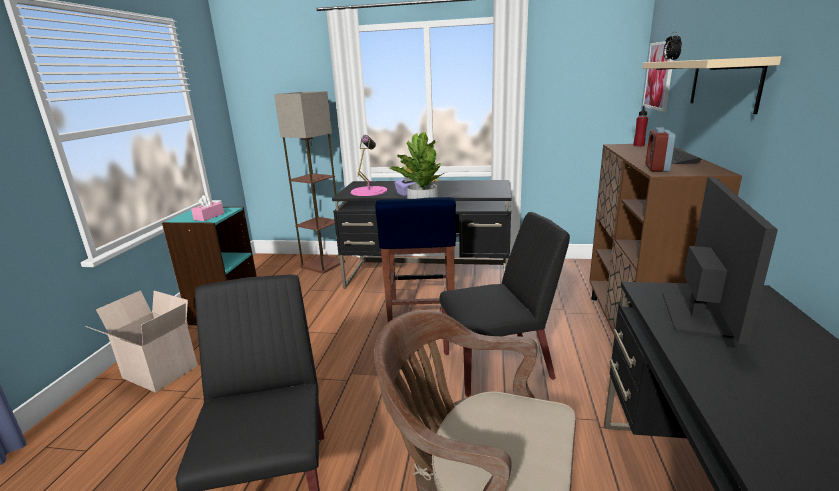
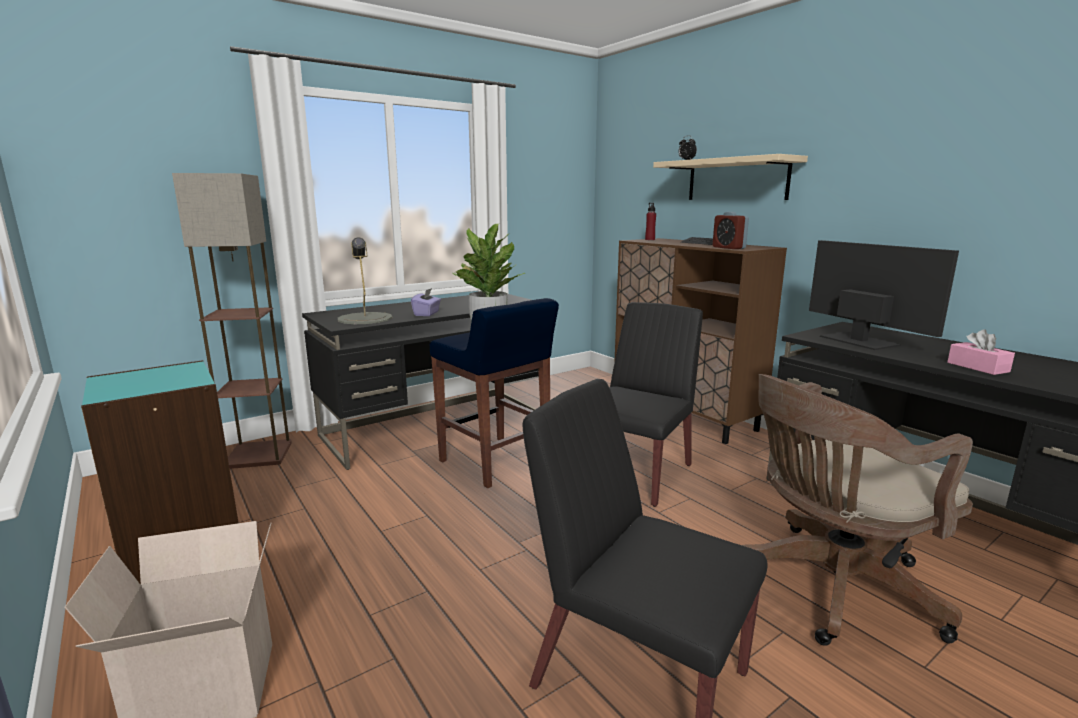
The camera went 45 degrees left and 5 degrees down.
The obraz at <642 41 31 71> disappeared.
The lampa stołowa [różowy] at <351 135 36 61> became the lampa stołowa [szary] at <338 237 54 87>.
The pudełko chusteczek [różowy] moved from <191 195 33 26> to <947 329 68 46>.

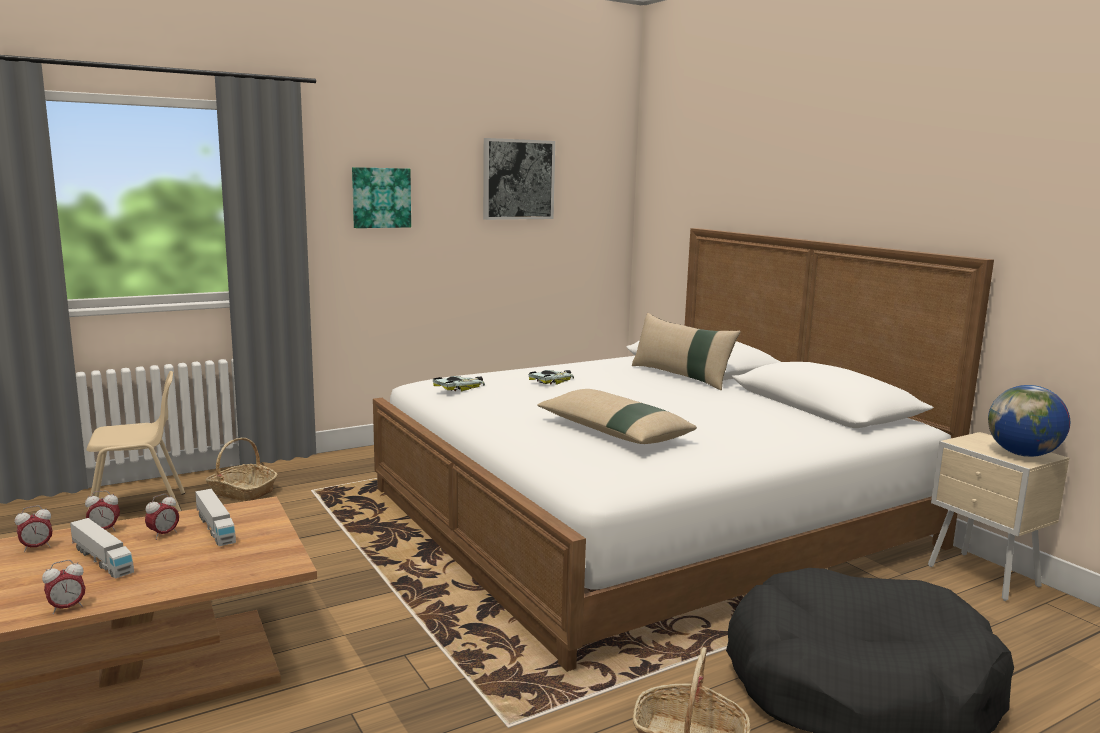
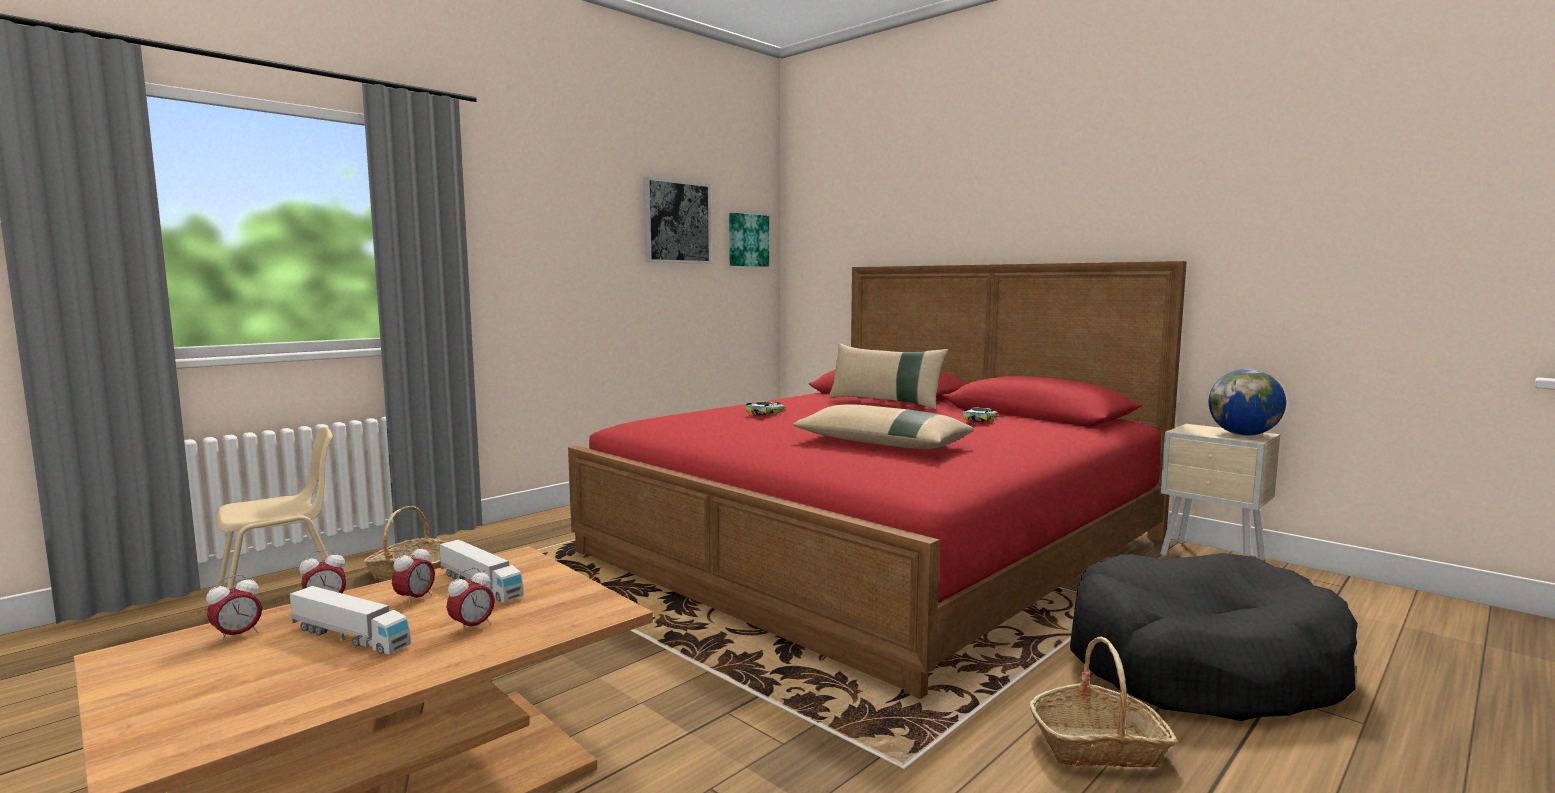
The camera went 15 degrees left and 5 degrees down.
The obraz moved from <352 167 59 61> to <729 213 40 54>.
The łóżko [biały] at <373 228 621 444> became the łóżko [czerwony] at <568 261 619 438>.
The samochodzik moved from <433 376 52 16> to <962 407 40 15>.
The budzik moved from <42 560 44 54> to <446 567 49 68>.

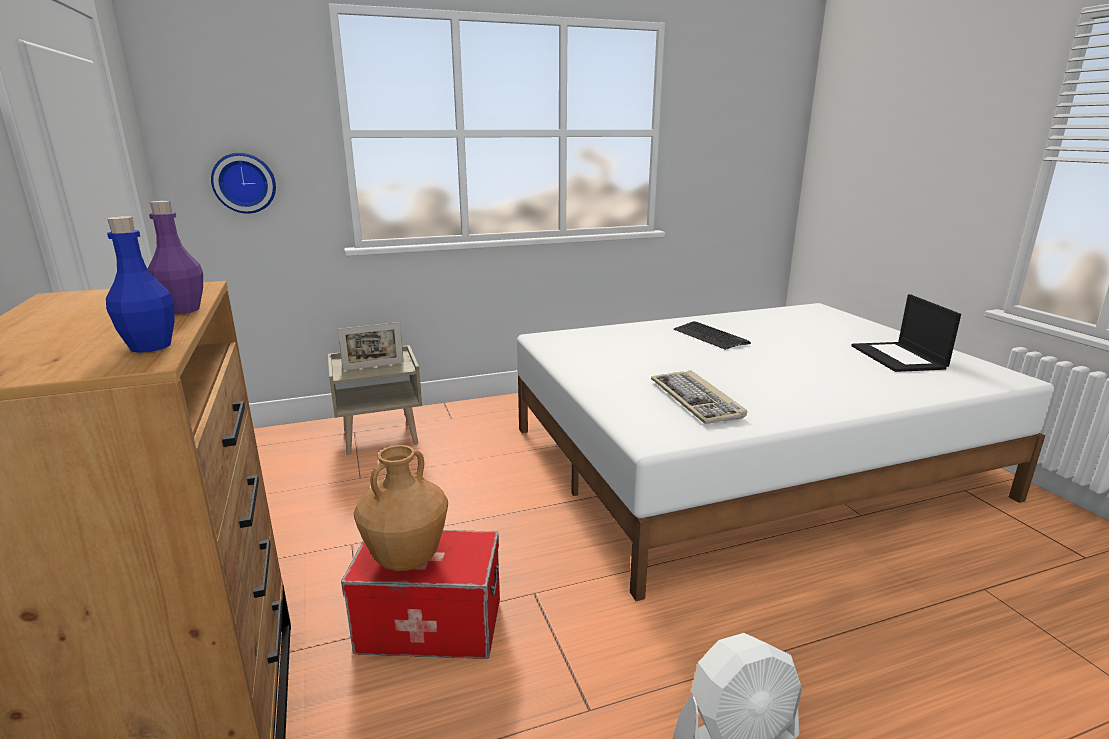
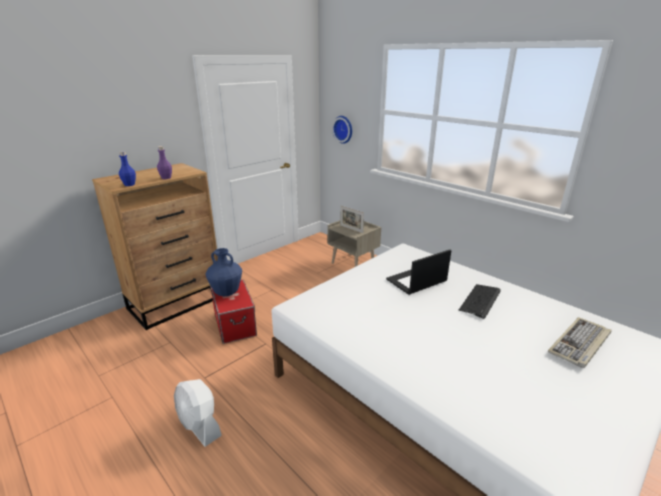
The camera went 65 degrees right and 5 degrees up.
The laptop moved from <852 294 109 78> to <386 250 65 45>.
The klawiatura moved from <651 370 96 54> to <548 317 64 51>.
The wazon [brązowy] at <353 445 95 126> became the wazon [niebieski] at <206 248 36 48>.

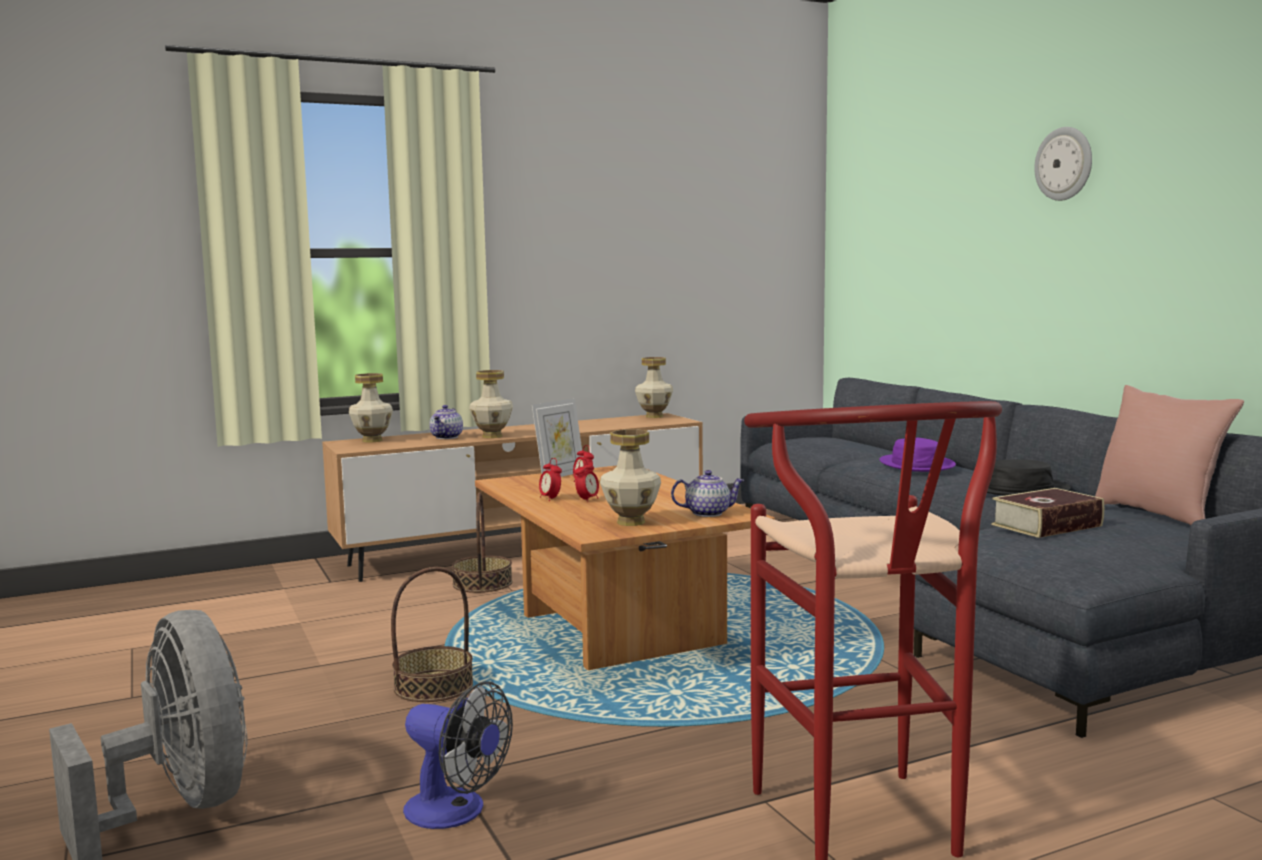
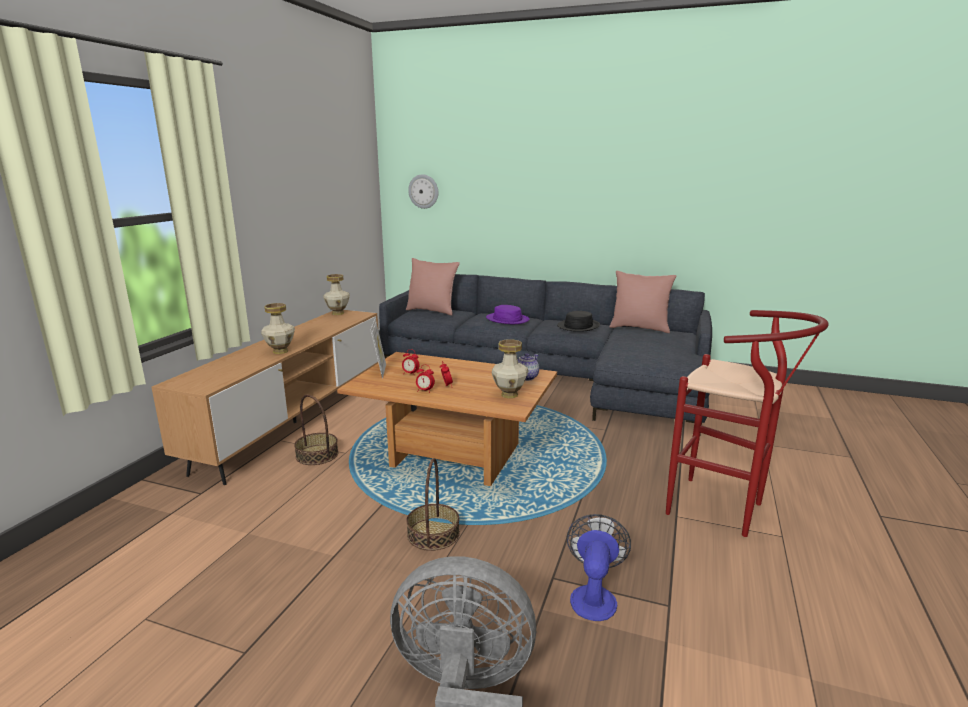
The camera went 45 degrees left and 10 degrees up.
The zegar ścienny moved from <1034 127 58 74> to <408 174 30 35>.
The wazon at <349 373 44 69> disappeared.
The imbryk at <429 405 34 34> disappeared.
The książka at <992 488 112 50> disappeared.
The wentylator at <403 681 110 148> turned 60 degrees counterclockwise.
The poduszka [różowy] at <406 258 54 58> appeared.

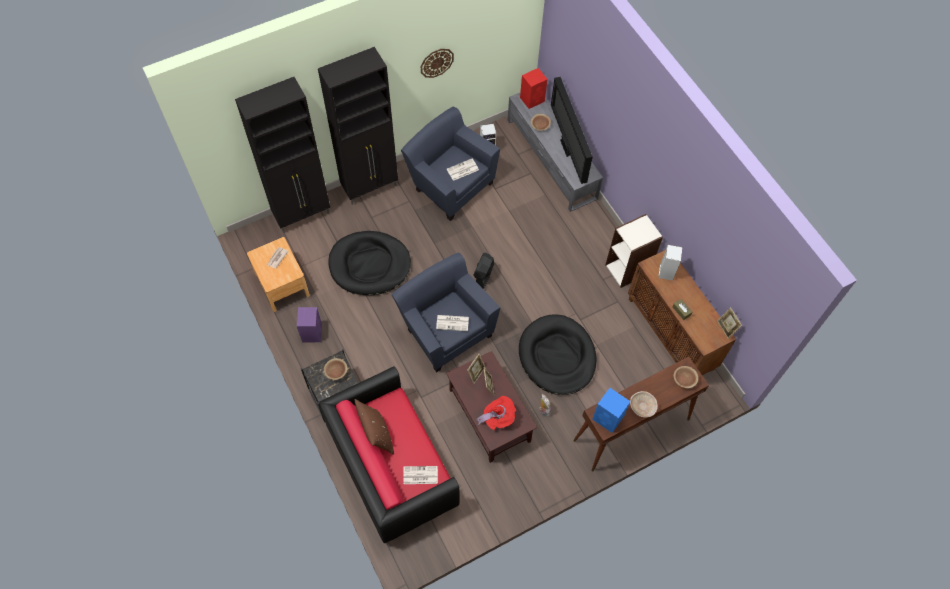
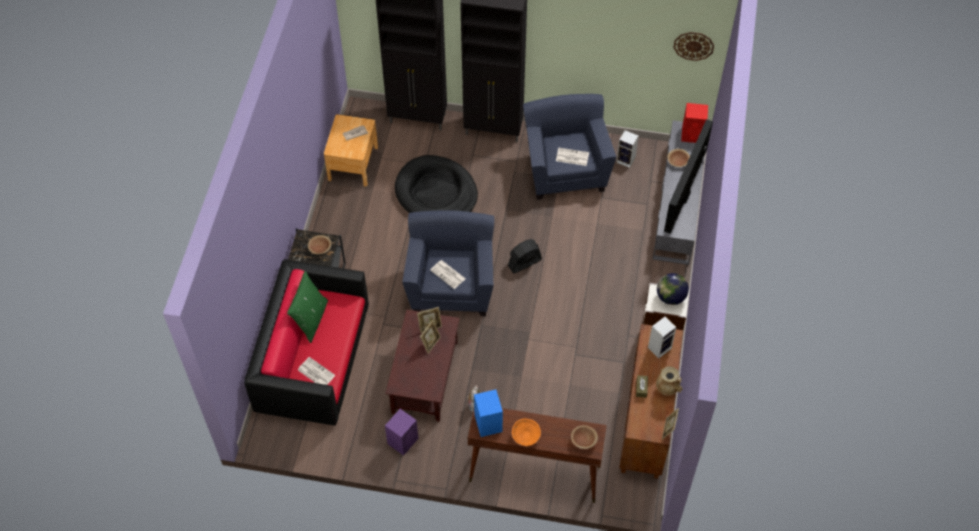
The camera went 40 degrees right and 5 degrees down.
The zegar ścienny moved from <421 49 33 29> to <673 32 41 29>.
The głośnik [fioletowy] moved from <297 307 25 36> to <385 409 33 47>.
The legowisko [czarny] at <519 314 78 81> disappeared.
The miska [beżowy] at <630 391 28 27> became the miska [pomarańczowy] at <512 419 29 27>.
The kapelusz [czerwony] at <476 396 40 34> disappeared.
The poduszka [brązowy] at <355 399 39 56> became the poduszka [zielony] at <287 271 41 72>.
The globus at <657 273 32 32> appeared.
The wazon [beżowy] at <656 366 27 30> appeared.

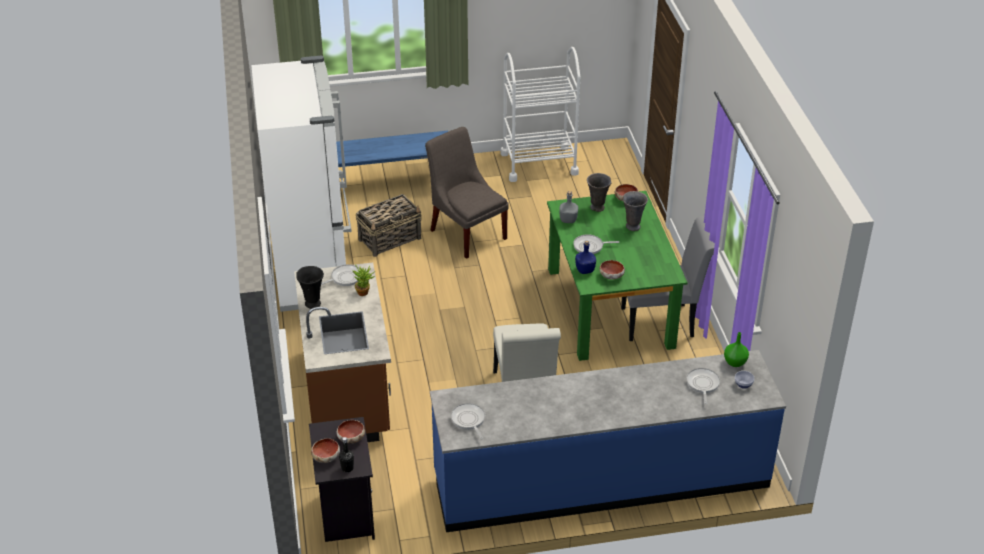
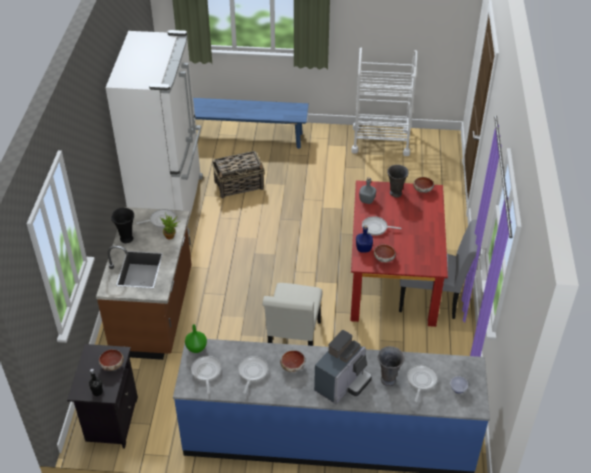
The camera went 15 degrees right and 5 degrees up.
The krzesło [szary] at <425 127 84 132> disappeared.
The stół jadalny [zielony] at <547 191 141 170> became the stół jadalny [czerwony] at <350 180 98 147>.
The wazon [szary] moved from <623 191 25 40> to <378 346 27 40>.
The wazon [zielony] moved from <724 332 25 35> to <185 324 22 29>.
The miska moved from <311 438 29 25> to <280 350 25 22>.
The ekspres do kawy at <314 330 58 75> appeared.
The patelnia at <238 356 30 38> appeared.

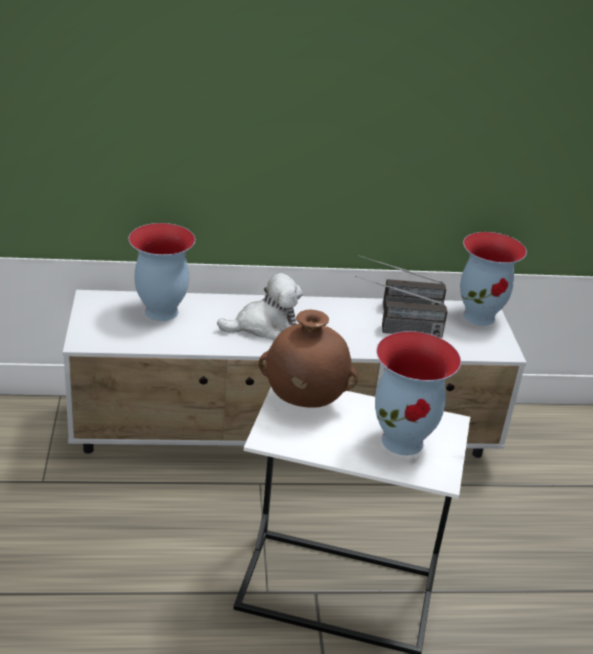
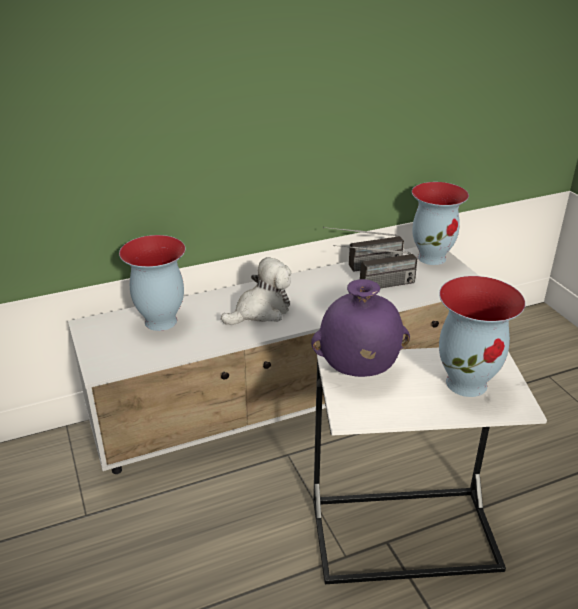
The camera went 15 degrees left and 0 degrees up.
The wazon [brązowy] at <258 310 100 98> became the wazon [fioletowy] at <311 279 99 98>.

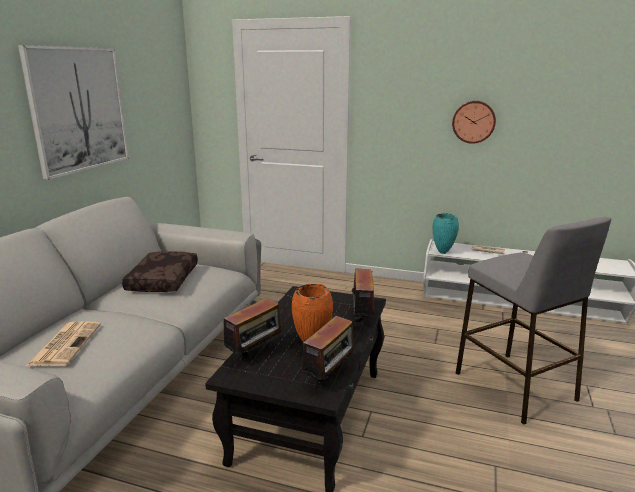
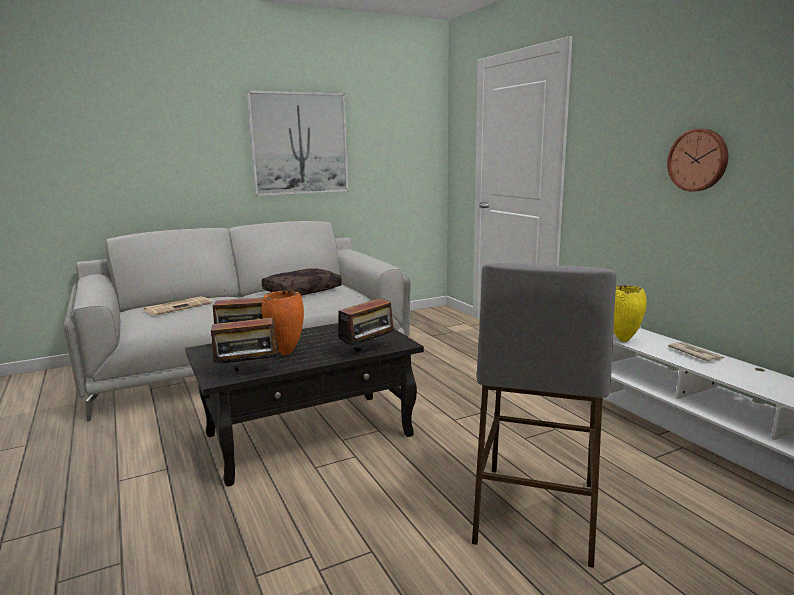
The camera went 45 degrees right and 5 degrees down.
The wazon [turkusowy] at <433 213 26 41> became the wazon [żółty] at <614 285 33 57>.

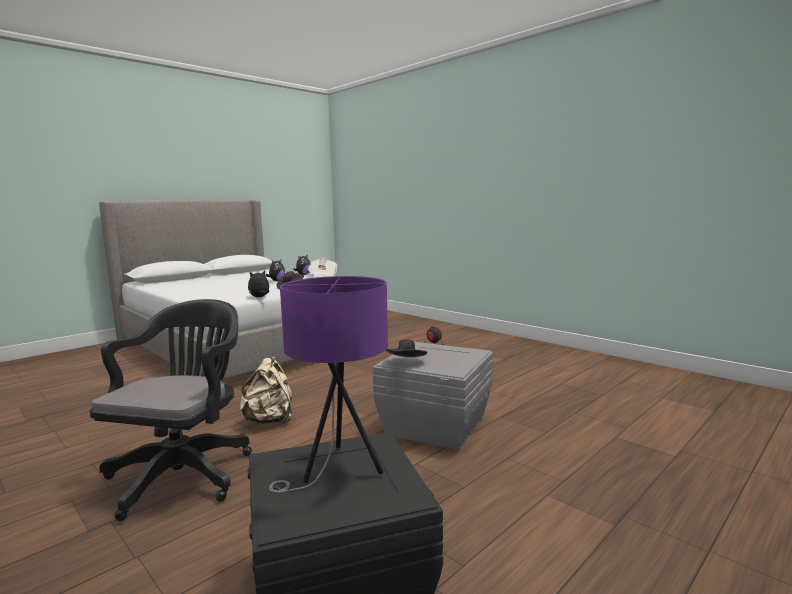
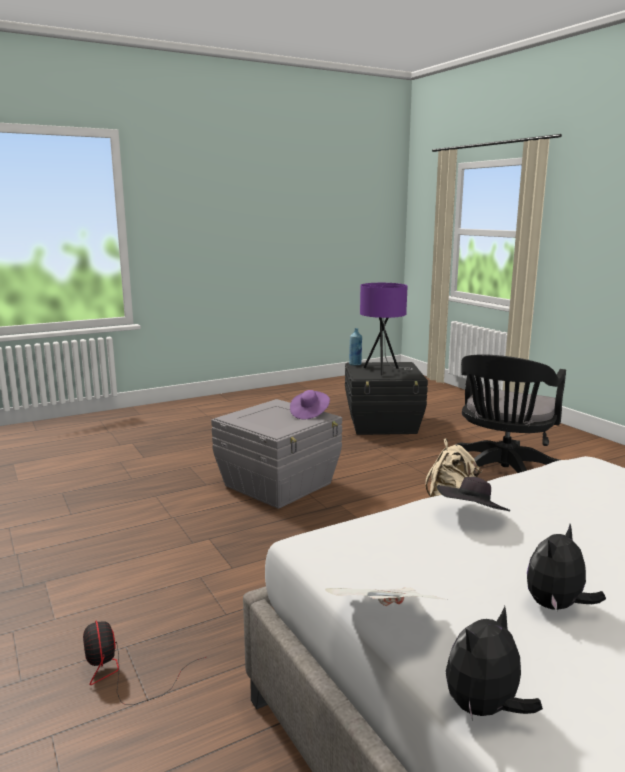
The camera went 165 degrees left and 5 degrees up.
The pluszak at <248 270 21 27> disappeared.
The kapelusz [czarny] at <385 339 42 18> became the kapelusz [fioletowy] at <290 390 40 29>.
The butelka [niebieski] at <349 328 13 38> appeared.

